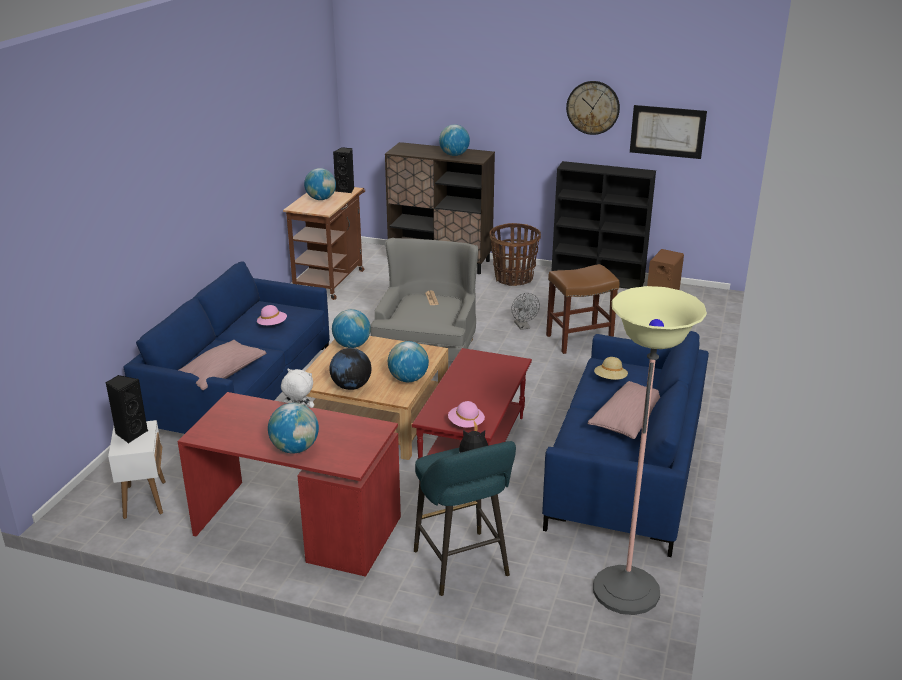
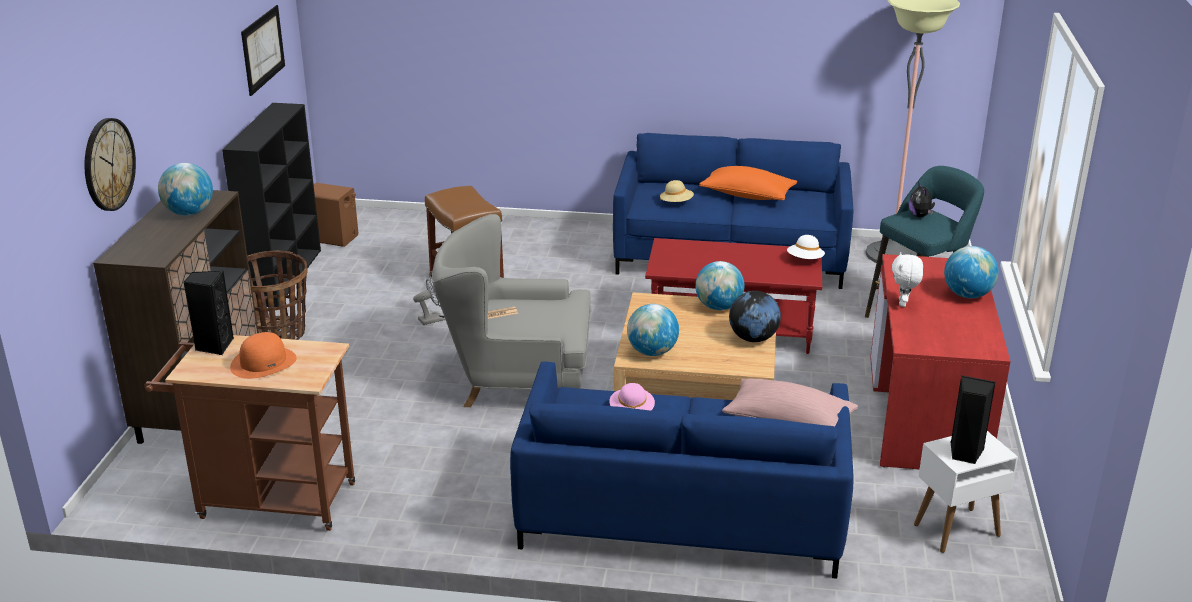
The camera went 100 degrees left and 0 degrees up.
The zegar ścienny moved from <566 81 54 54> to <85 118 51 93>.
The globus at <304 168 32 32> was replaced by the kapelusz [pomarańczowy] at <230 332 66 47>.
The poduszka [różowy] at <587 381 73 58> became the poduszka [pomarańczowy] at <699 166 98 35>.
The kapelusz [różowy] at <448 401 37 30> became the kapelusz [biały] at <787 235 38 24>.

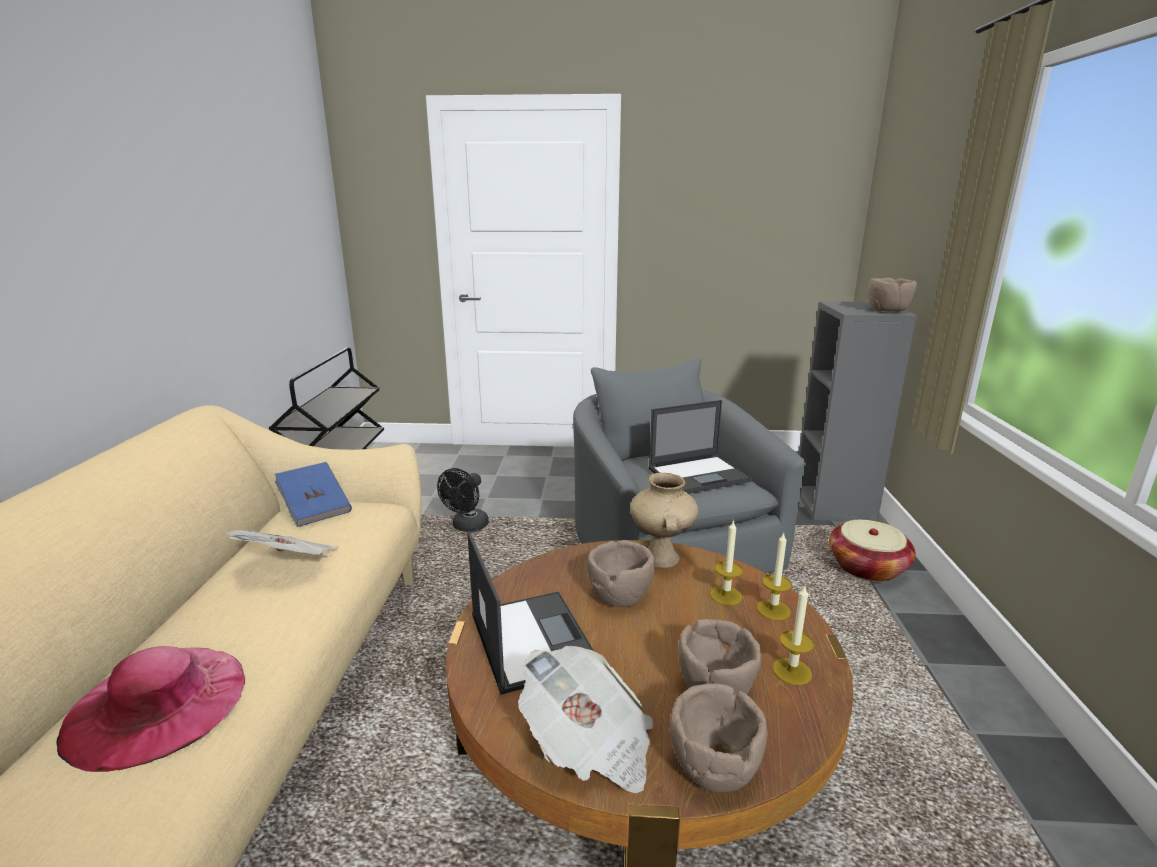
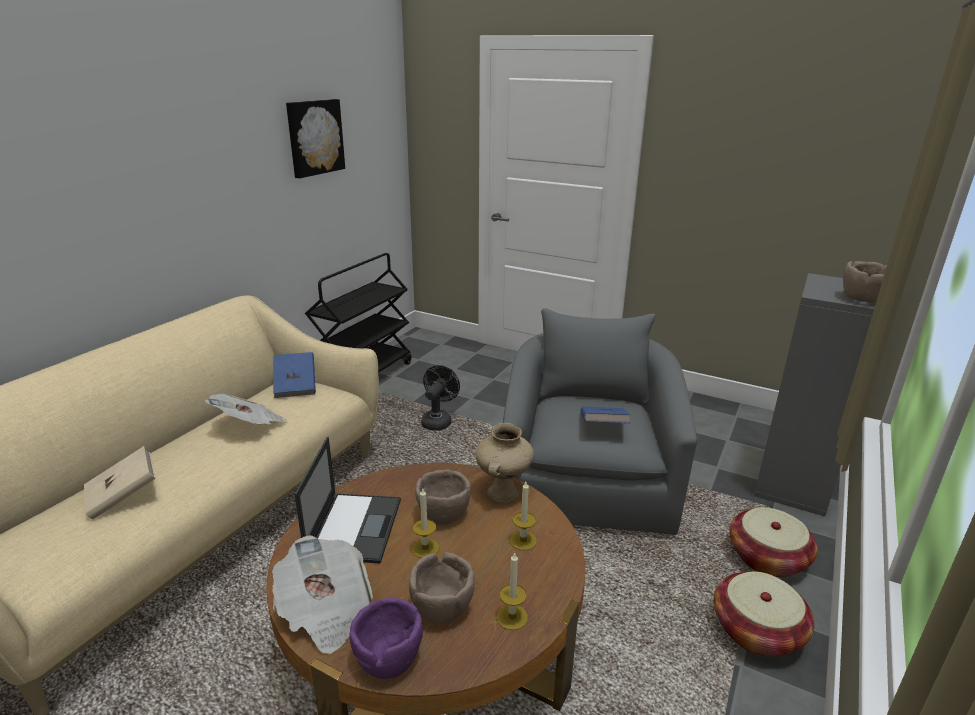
The camera went 25 degrees right and 5 degrees up.
The laptop at <649 400 103 94> was replaced by the książka [niebieski] at <580 406 51 17>.
The wentylator [czarny] at <437 468 52 64> turned 150 degrees clockwise.
The świeca moved from <757 533 35 87> to <411 489 28 69>.
The kapelusz [różowy] at <56 646 189 126> was replaced by the książka [beżowy] at <84 446 71 74>.
The miska [brązowy] at <669 683 99 110> became the miska [fioletowy] at <350 597 73 82>.
The obraz at <286 99 59 79> appeared.
The koszyk at <714 572 100 85> appeared.

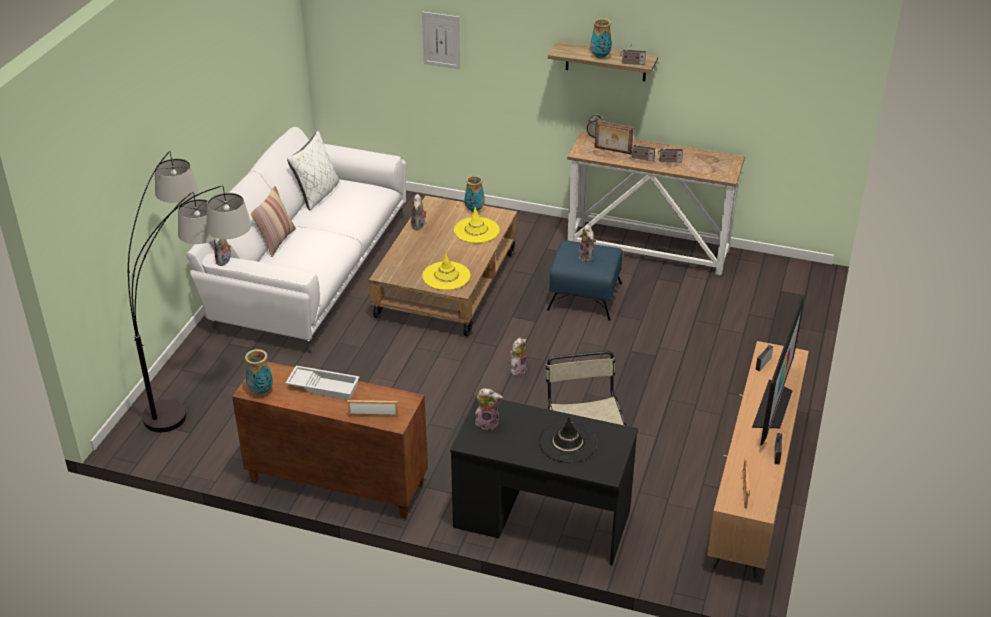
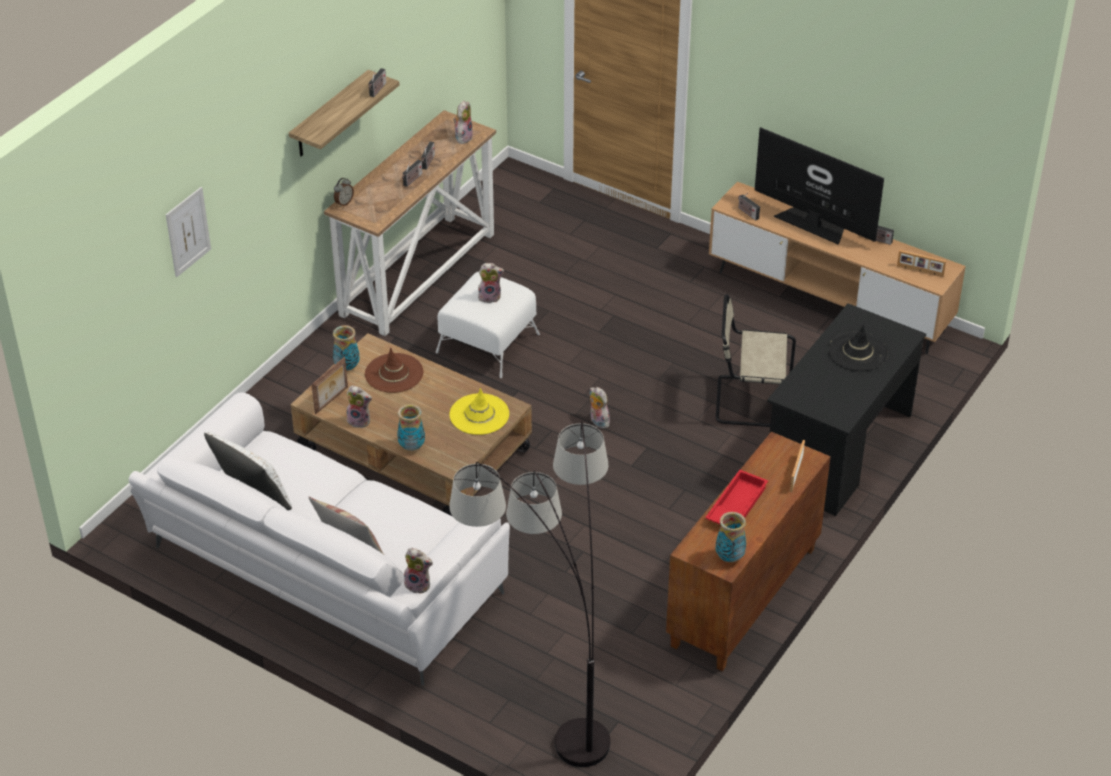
The camera went 75 degrees left and 5 degrees up.
The wazon moved from <590 18 22 41> to <397 404 28 47>.
The ramka na zdjęcie moved from <595 120 39 35> to <312 357 36 58>.
The kapelusz [żółty] at <454 207 45 36> became the kapelusz [brązowy] at <365 348 58 45>.
The pufa [niebieski] at <547 240 76 81> became the pufa [biały] at <436 272 104 106>.
The taca [biały] at <286 366 73 34> became the taca [czerwony] at <705 470 63 54>.
The pluszak moved from <475 388 28 42> to <453 101 20 43>.

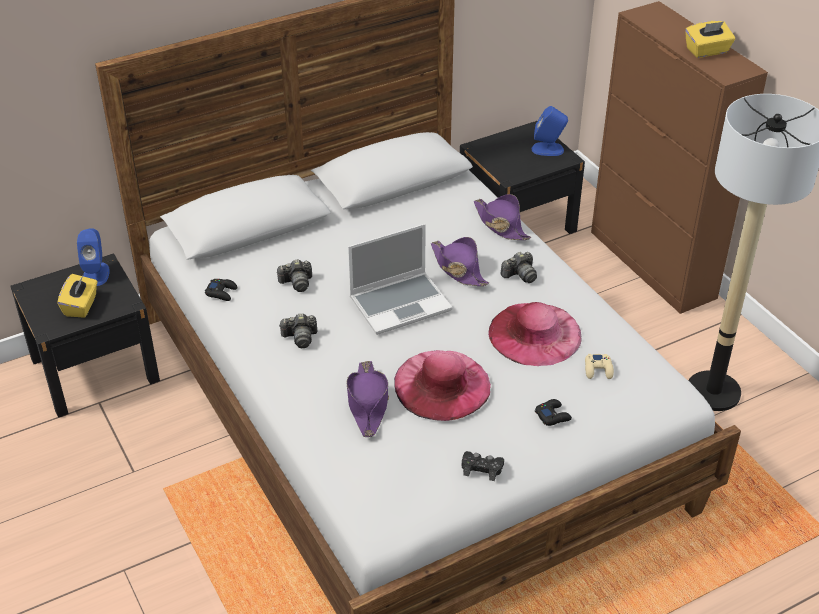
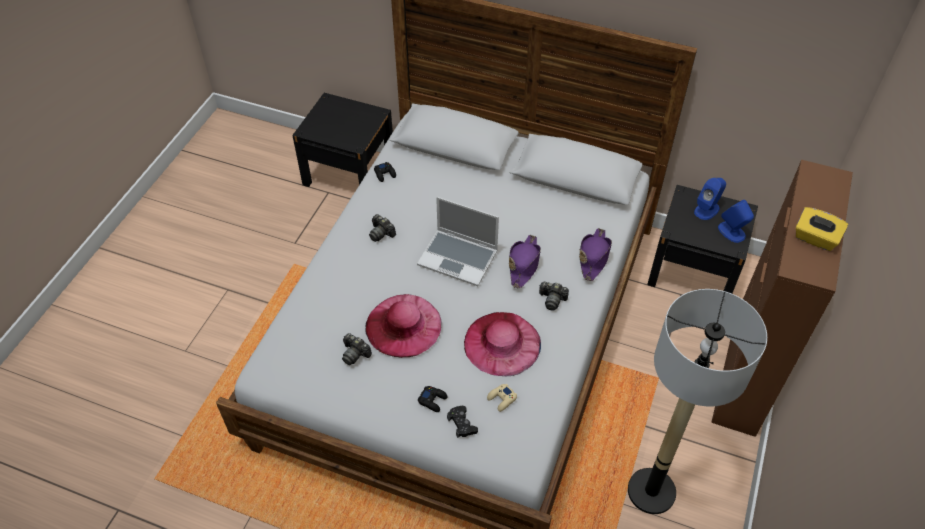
The camera went 50 degrees right and 10 degrees up.
The głośnik [niebieski] moved from <77 228 33 58> to <694 178 32 42>.
The aparat fotograficzny moved from <276 259 36 33> to <342 333 30 32>.
The pudełko chusteczek [żółty] at <57 274 41 44> disappeared.
The kapelusz [fioletowy] at <346 361 43 76> disappeared.
The pad do gier [czarny] moved from <461 451 43 30> to <447 406 31 32>.

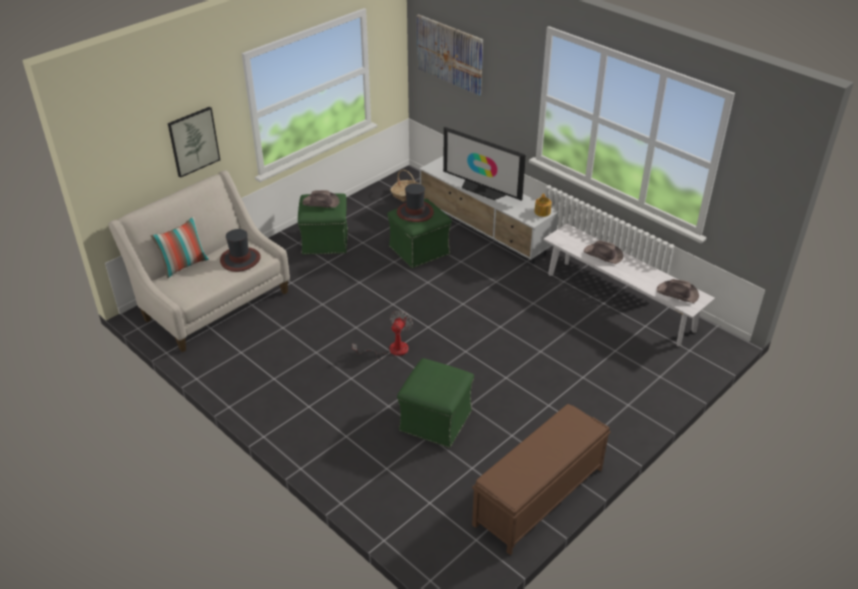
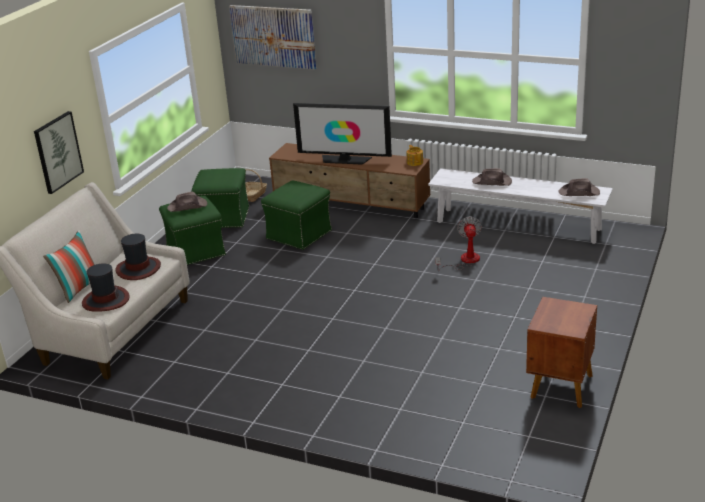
The camera went 20 degrees left and 10 degrees down.
The szafka pod telewizor [biały] at <419 156 140 108> became the szafka pod telewizor [brązowy] at <269 143 162 75>.
The kapelusz moved from <397 184 37 38> to <82 263 48 49>.
The wentylator moved from <352 311 61 49> to <435 217 47 54>.
The pufa [zielony] moved from <397 358 77 90> to <191 168 58 60>.
The ławka [brązowy] at <472 404 139 151> was replaced by the szafka nocna [brązowy] at <526 297 71 111>.

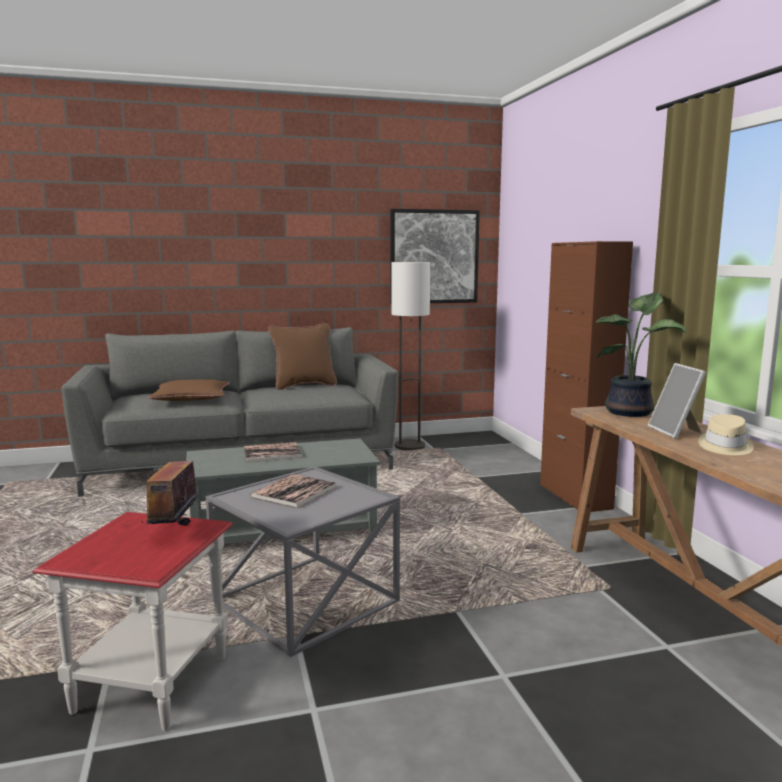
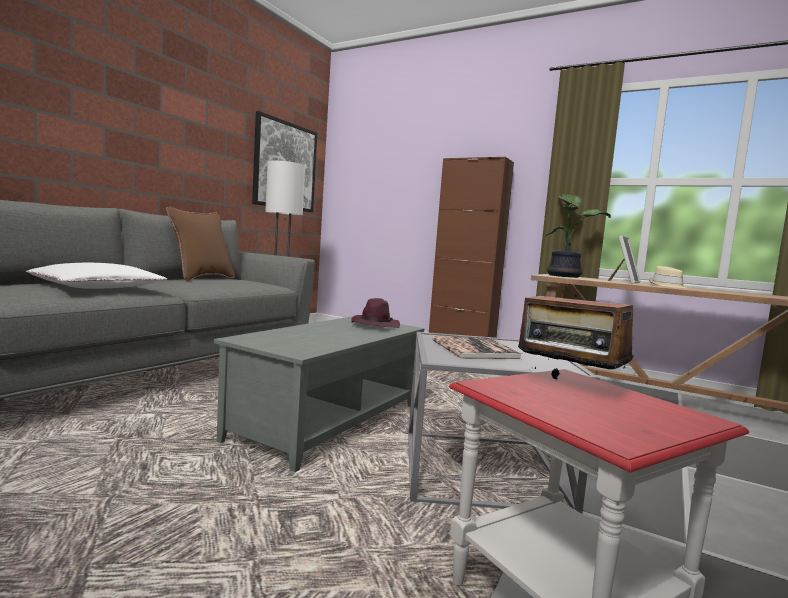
The camera went 45 degrees left and 5 degrees down.
The ramka na zdjęcie at <648 363 58 76> turned 90 degrees counterclockwise.
The poduszka [brązowy] at <148 379 81 22> became the poduszka [biały] at <26 263 141 26>.
The książka at <244 442 58 20> disappeared.
The kapelusz [fioletowy] at <351 298 49 30> appeared.

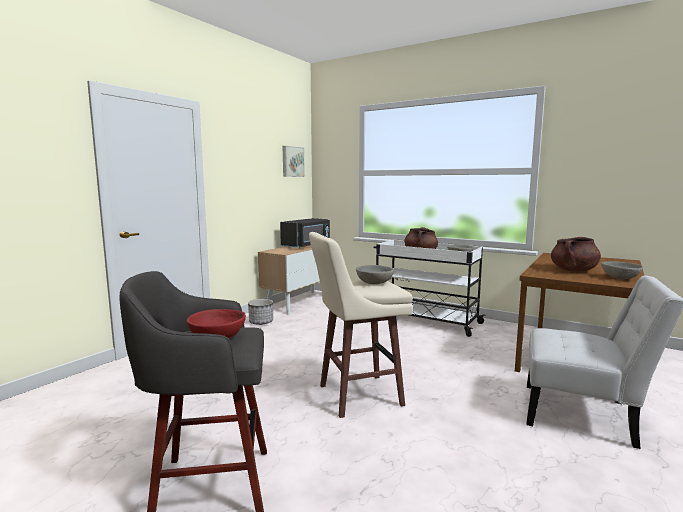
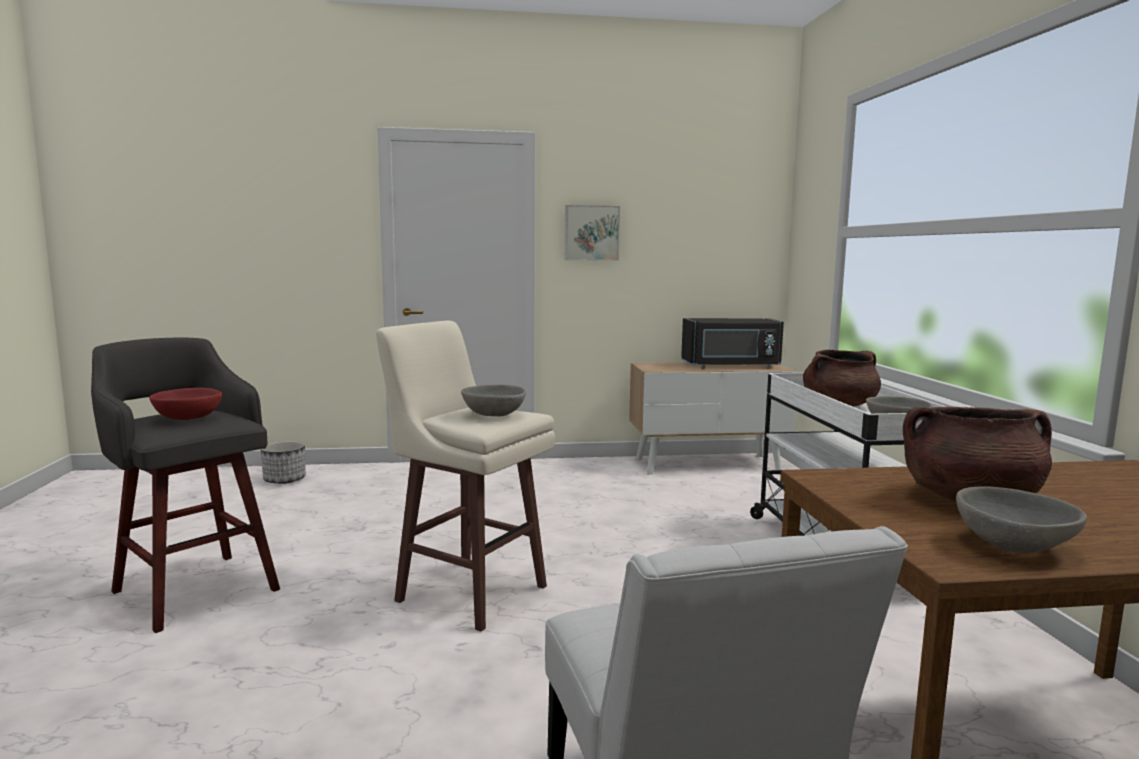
The camera went 50 degrees right and 0 degrees up.
The obraz moved from <283 146 22 31> to <565 205 55 56>.
The donica moved from <248 299 25 26> to <260 441 46 43>.

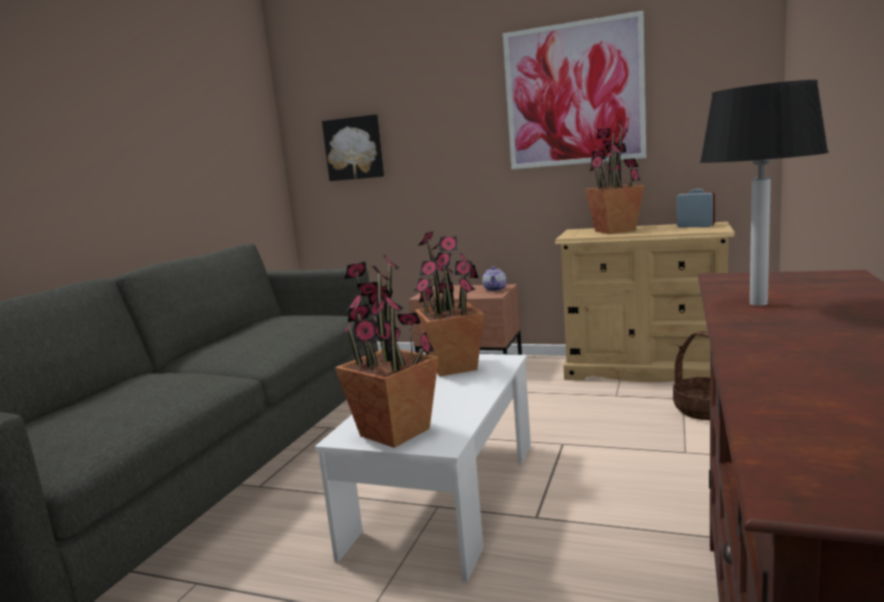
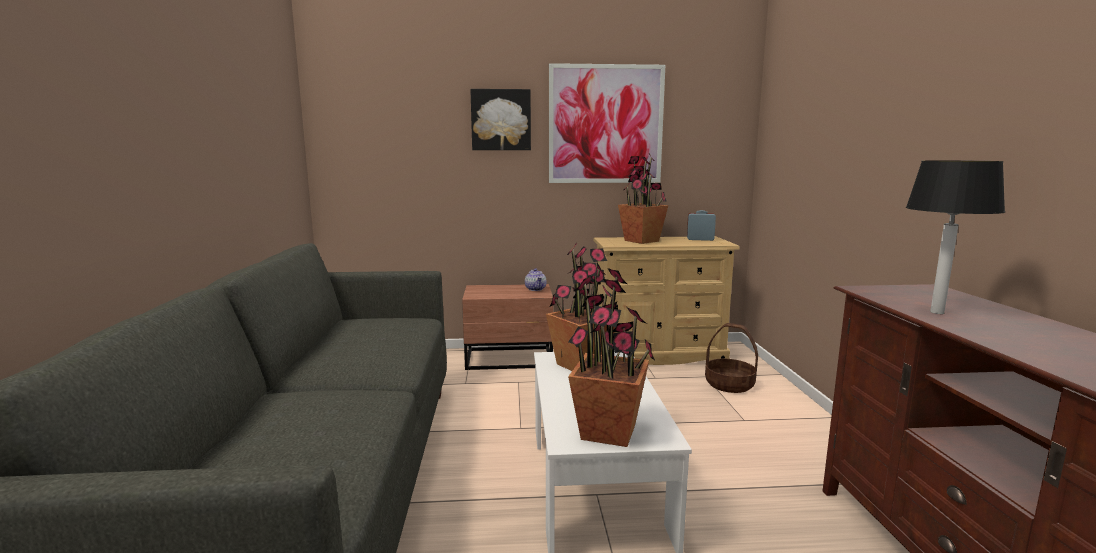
The camera went 25 degrees left and 0 degrees up.
The obraz moved from <322 114 62 67> to <470 89 61 61>.

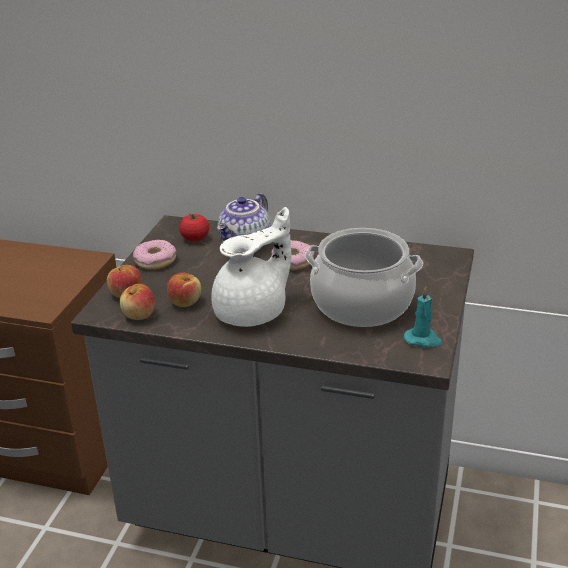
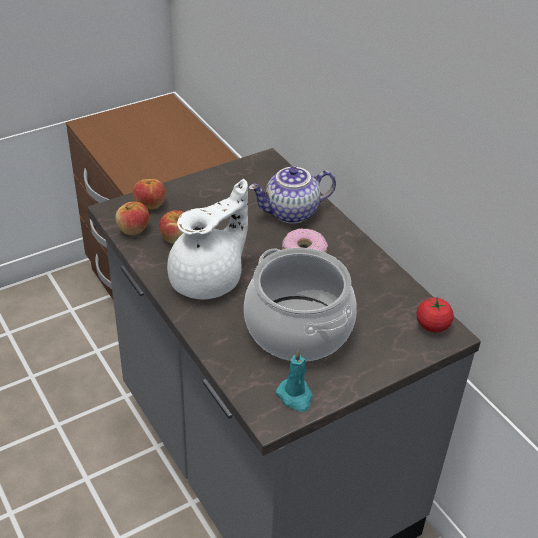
The camera went 40 degrees right and 10 degrees up.
The imbryk [biały] at <211 207 80 120> turned 45 degrees counterclockwise.
The pomidor moved from <179 213 30 28> to <416 297 38 36>.
The donut at <133 240 43 30> disappeared.

